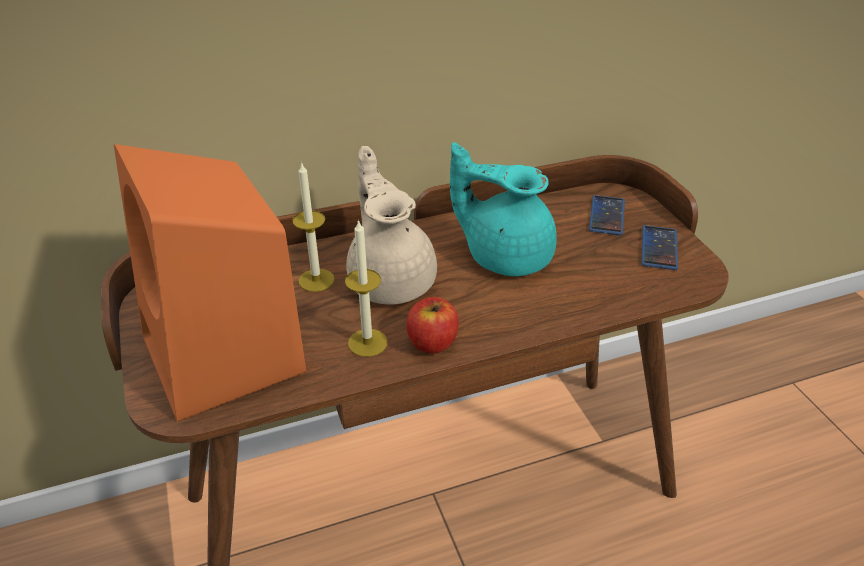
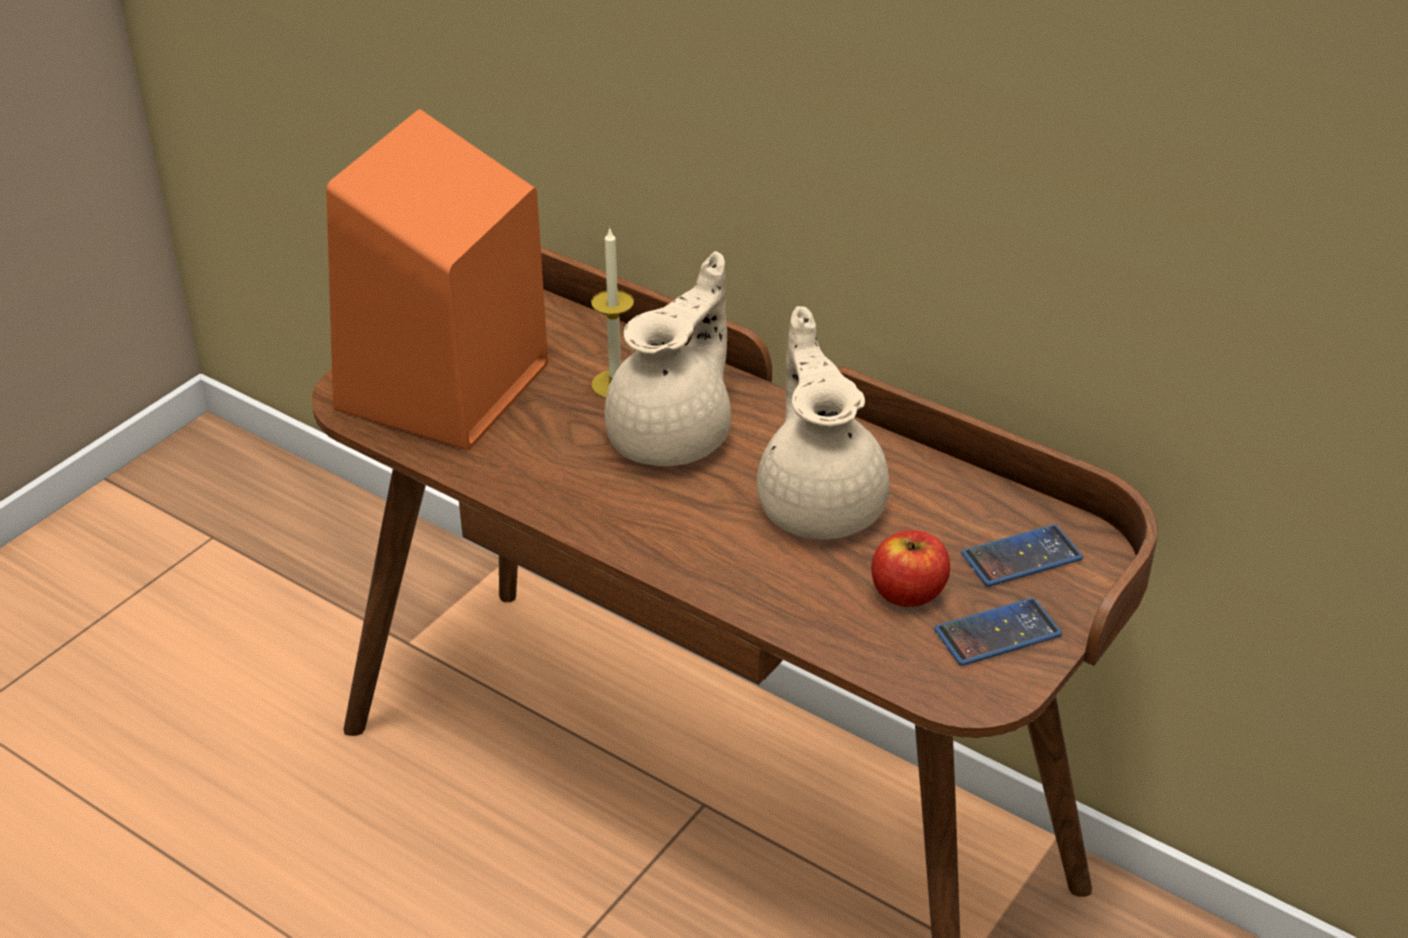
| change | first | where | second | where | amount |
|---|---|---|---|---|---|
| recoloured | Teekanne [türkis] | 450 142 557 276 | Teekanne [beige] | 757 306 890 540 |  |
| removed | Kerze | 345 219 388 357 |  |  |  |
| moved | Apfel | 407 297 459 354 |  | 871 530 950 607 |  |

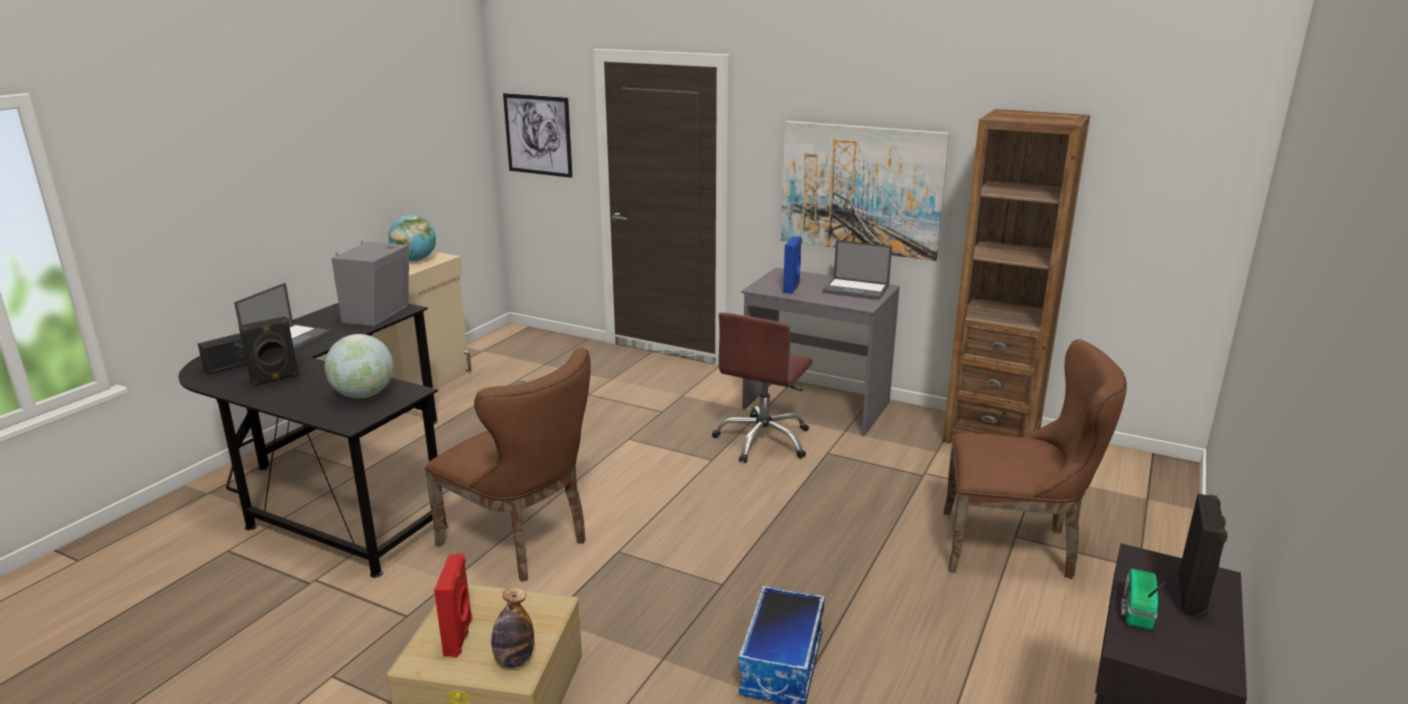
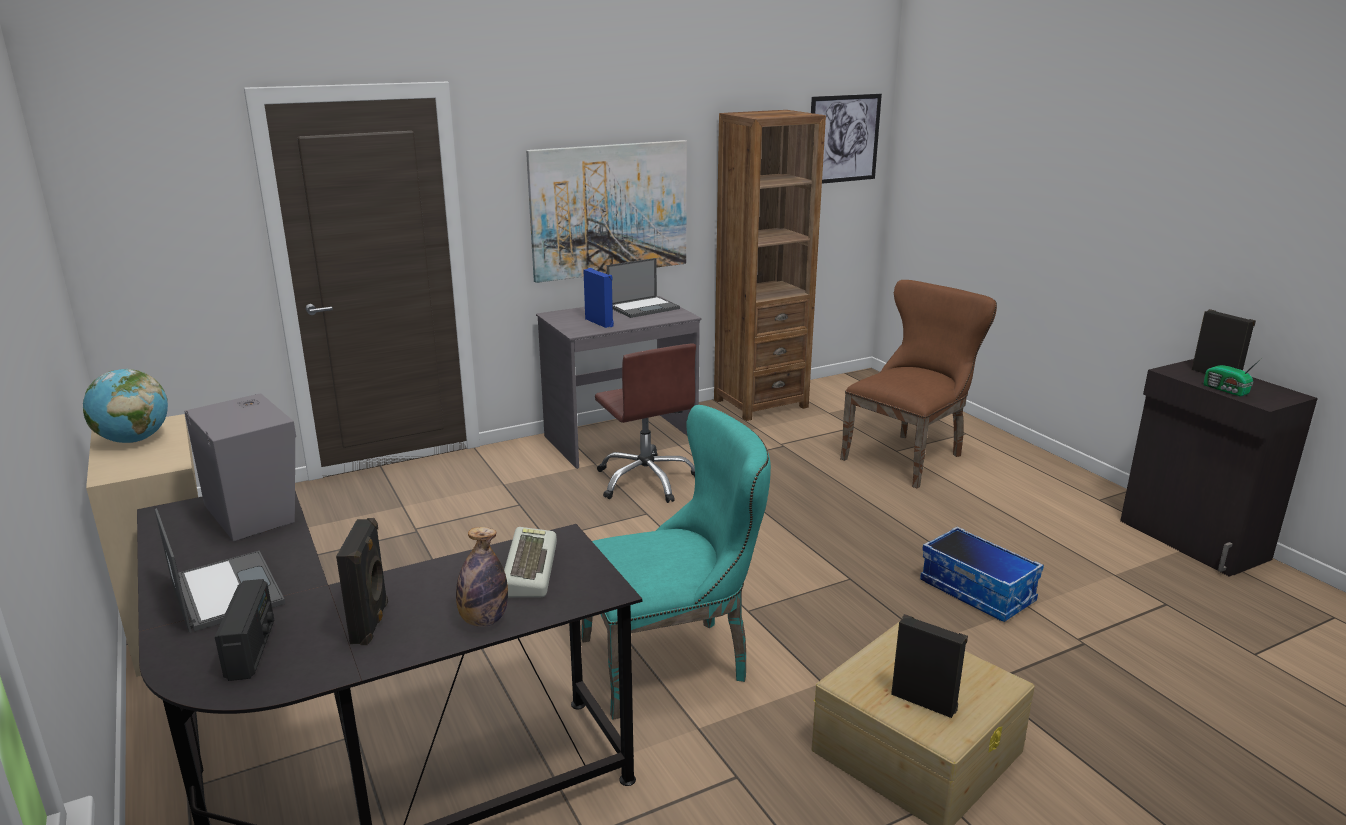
| change | first | where | second | where | amount |
|---|---|---|---|---|---|
| moved | Bild | 503 93 573 178 |  | 811 94 882 184 |  |
| replaced | Globus | 325 334 393 398 | Tastatur | 504 527 557 598 |  |
| recoloured | Stuhl [braun] | 425 347 591 582 | Stuhl [türkis] | 581 405 771 720 |  |
| recoloured | Lautsprecher [rot] | 434 554 472 658 | Lautsprecher [schwarz] | 891 614 968 718 |  |
| moved | Flasche | 491 587 534 668 |  | 456 527 508 627 |  |

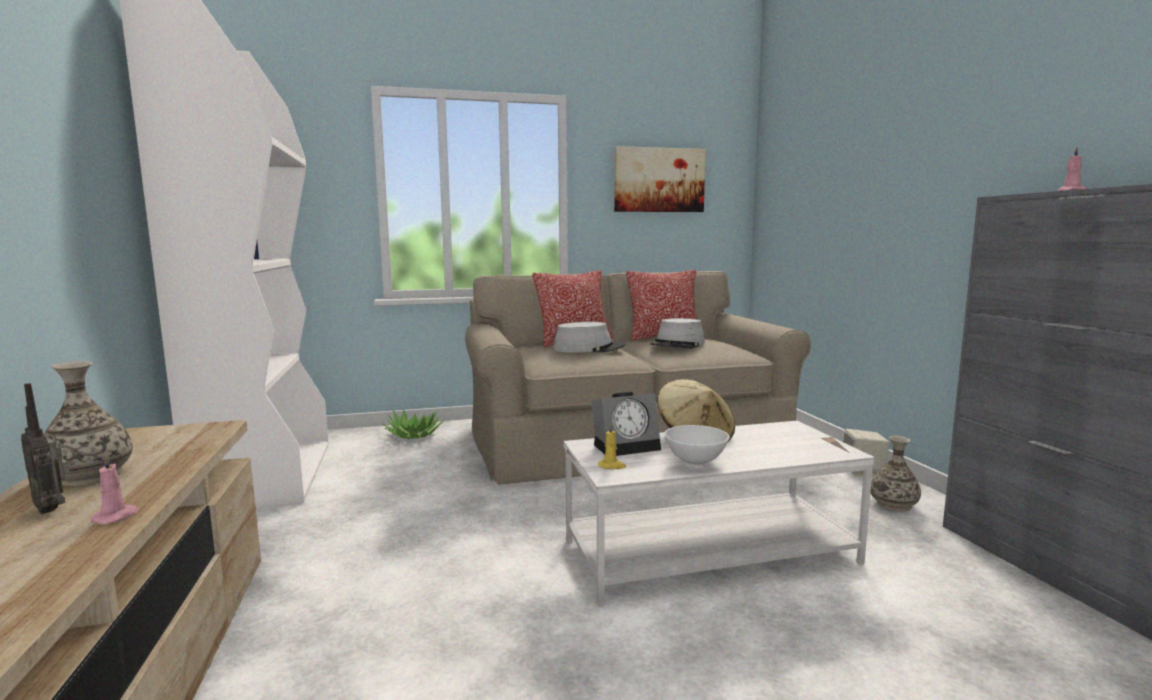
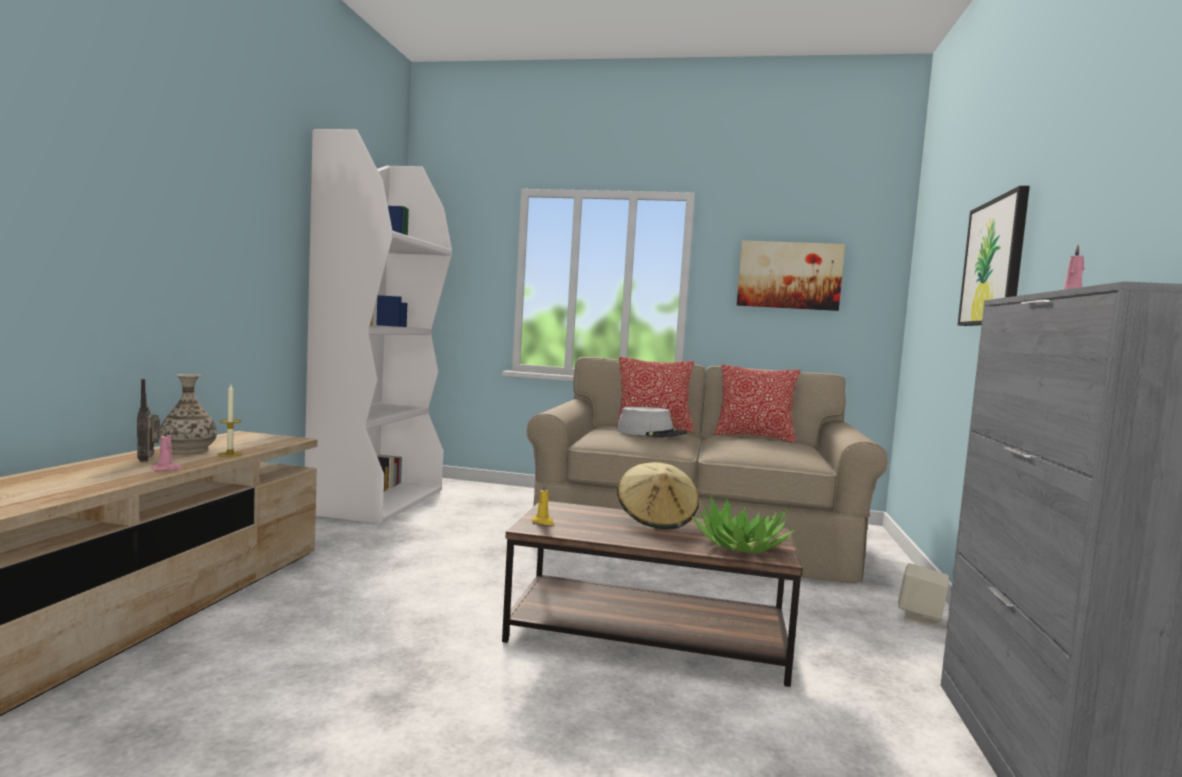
| change | first | where | second | where | amount |
|---|---|---|---|---|---|
| removed | Hut [grau] | 650 318 705 349 |  |  |  |
| removed | Wecker | 592 392 661 456 |  |  |  |
| moved | Topfpflanze | 383 409 444 439 |  | 691 495 795 553 |  |
| recoloured | Couchtisch [weiß] | 564 421 875 606 | Couchtisch [braun] | 502 501 803 687 |  |
| removed | Schüssel [weiß] | 664 425 729 467 |  |  |  |
| removed | Vase | 870 436 921 512 |  |  |  |
| added |  |  | Bild | 957 186 1030 326 |  |
| added |  |  | Kerze | 217 385 242 457 |  |

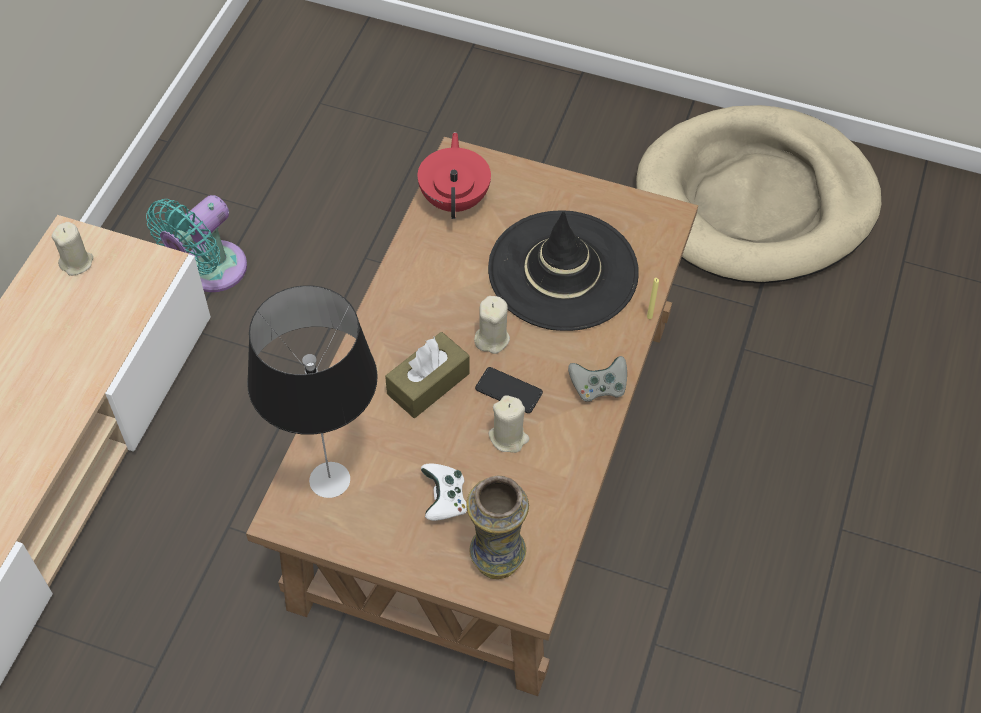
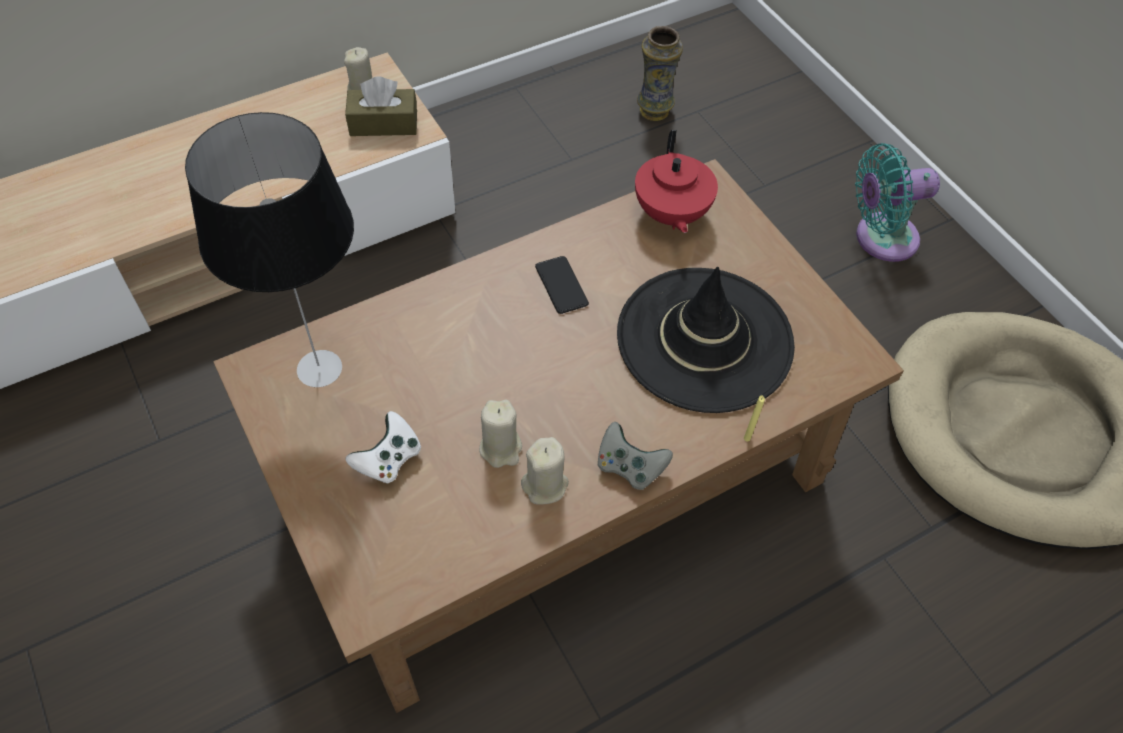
| change | first | where | second | where | amount |
|---|---|---|---|---|---|
| turned | Teekanne [rot] | 418 132 491 219 |  | 635 130 718 233 | 135 degrees clockwise |
| moved | Ventilator [türkis] | 146 195 247 292 |  | 855 143 940 262 |  |
| moved | Kerze [beige] | 474 296 510 354 |  | 521 437 569 504 |  |
| moved | Taschentuchbox [braun] | 385 332 469 418 |  | 345 76 417 136 |  |
| moved | Handy | 475 367 543 413 |  | 535 256 589 314 |  |
| moved | Vase | 466 476 529 579 |  | 637 26 683 121 |  |

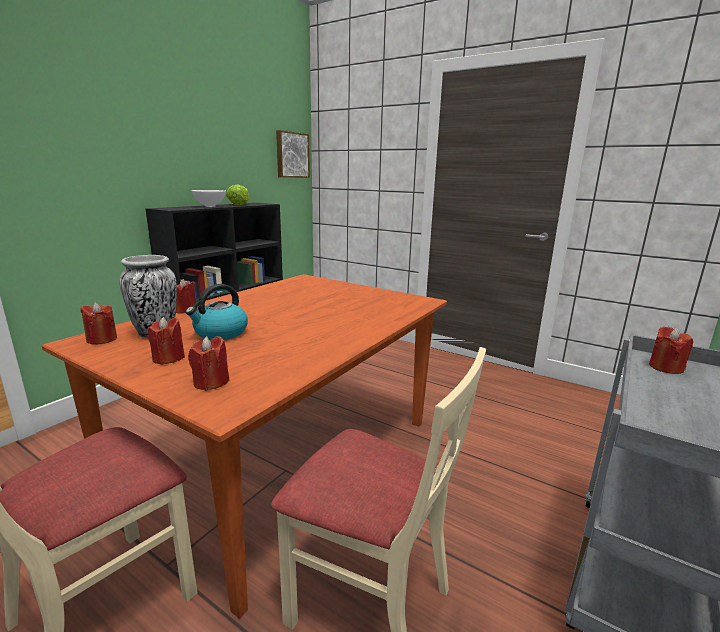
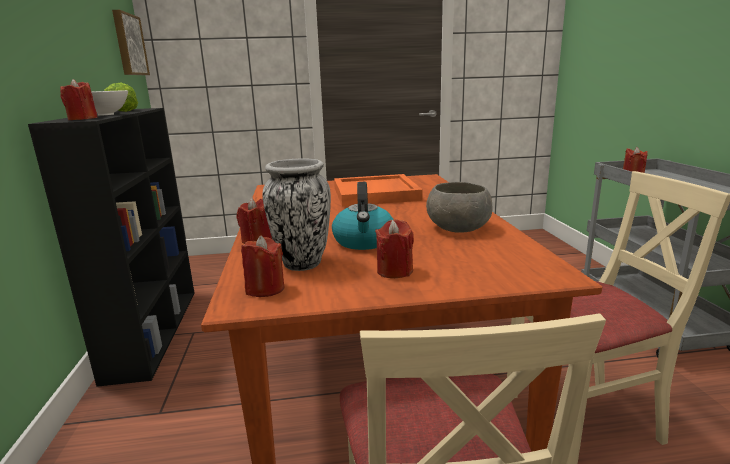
| change | first | where | second | where | amount |
|---|---|---|---|---|---|
| moved | Kerze [rot] | 188 336 230 391 |  | 60 79 97 120 |  |
| added |  |  | Tablett [orange] | 334 174 423 206 |  |
| added |  |  | Schüssel [grau] | 426 182 493 233 |  |

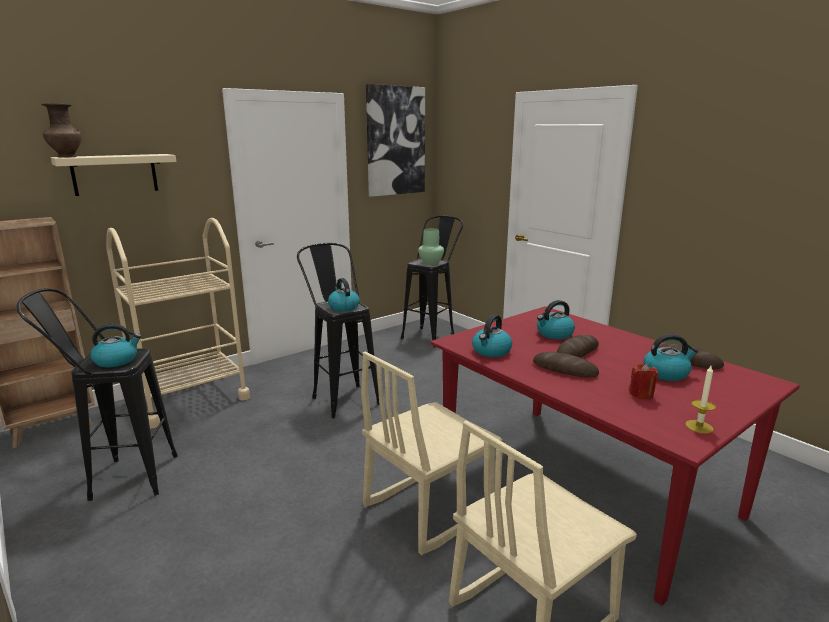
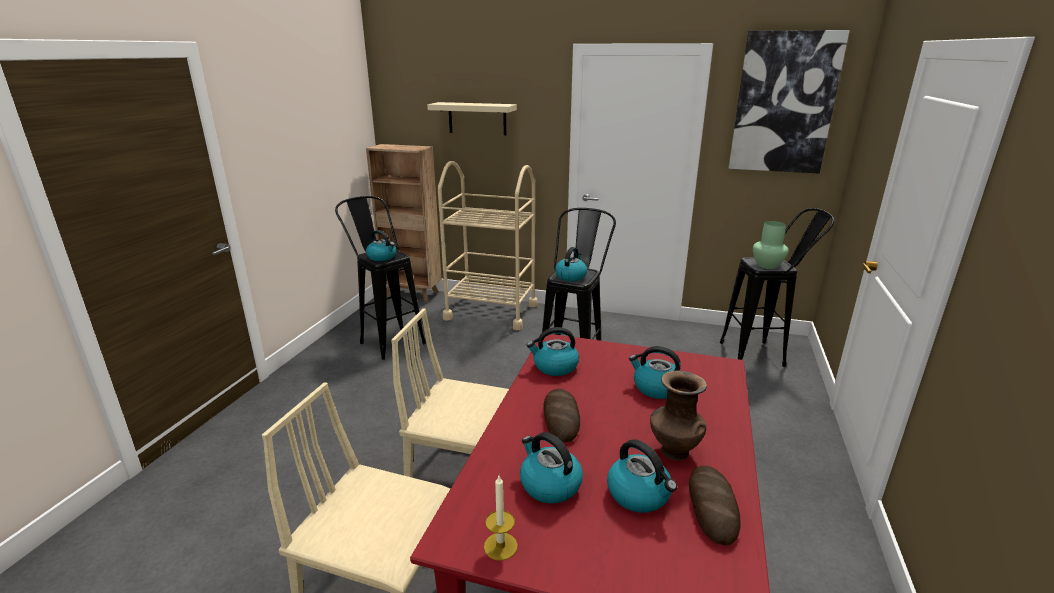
| change | first | where | second | where | amount |
|---|---|---|---|---|---|
| moved | Vase [braun] | 41 103 82 157 |  | 650 370 707 461 |  |
| removed | Brot | 557 335 599 357 |  |  |  |
| replaced | Kerze [rot] | 629 364 659 400 | Wasserkessel | 520 432 583 504 |  |

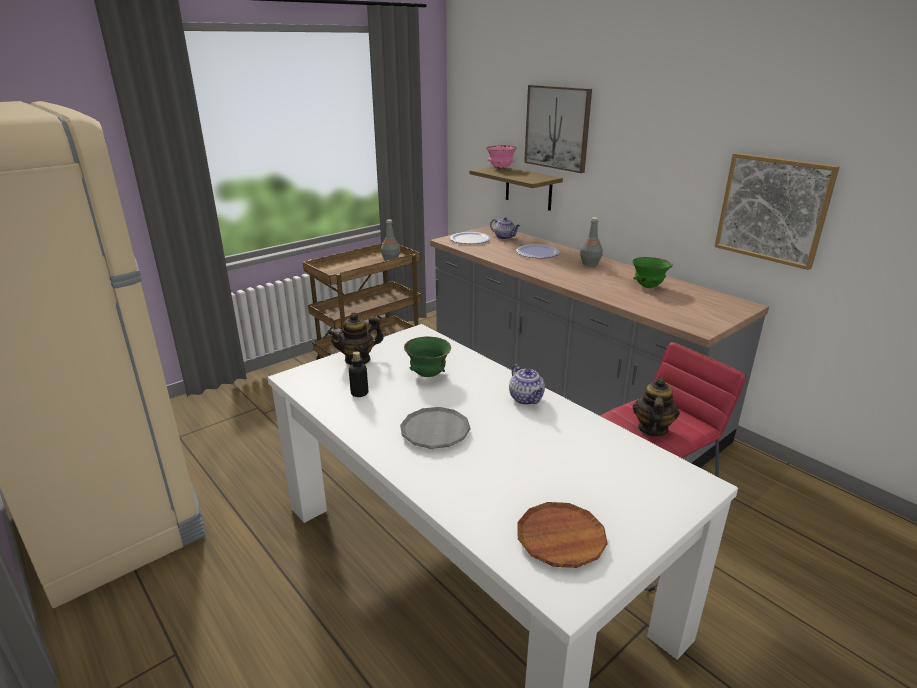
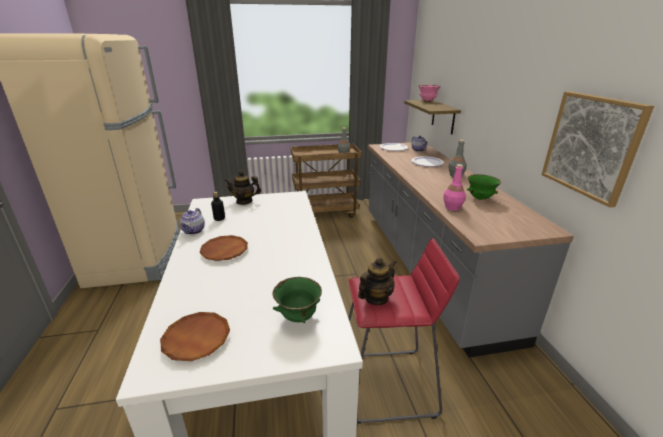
| change | first | where | second | where | amount |
|---|---|---|---|---|---|
| removed | Bild | 524 85 592 173 |  |  |  |
| moved | Schüssel [grün] | 404 336 451 377 |  | 273 277 322 323 |  |
| moved | Teekanne | 509 365 545 405 |  | 180 208 205 235 |  |
| recoloured | Teller [grau] | 400 407 471 449 | Teller [braun] | 200 235 248 261 |  |
| added |  |  | Flasche [rosa] | 443 164 466 211 |  |

